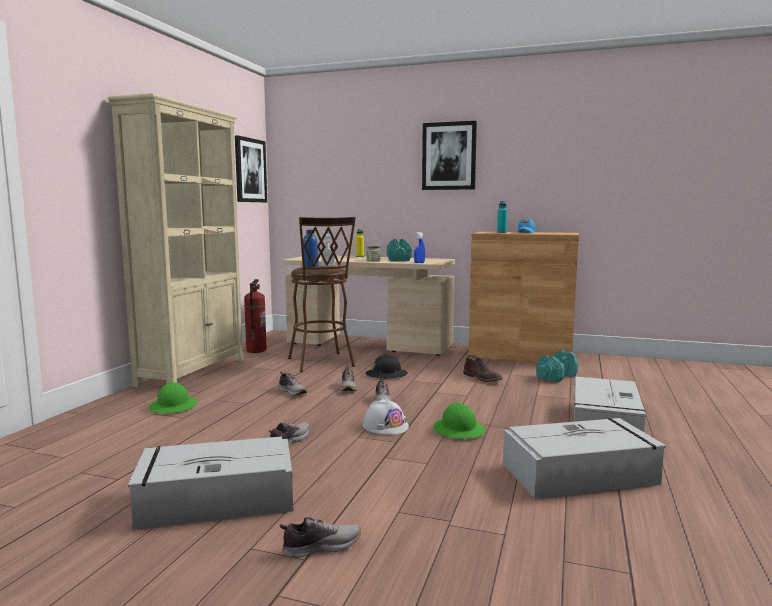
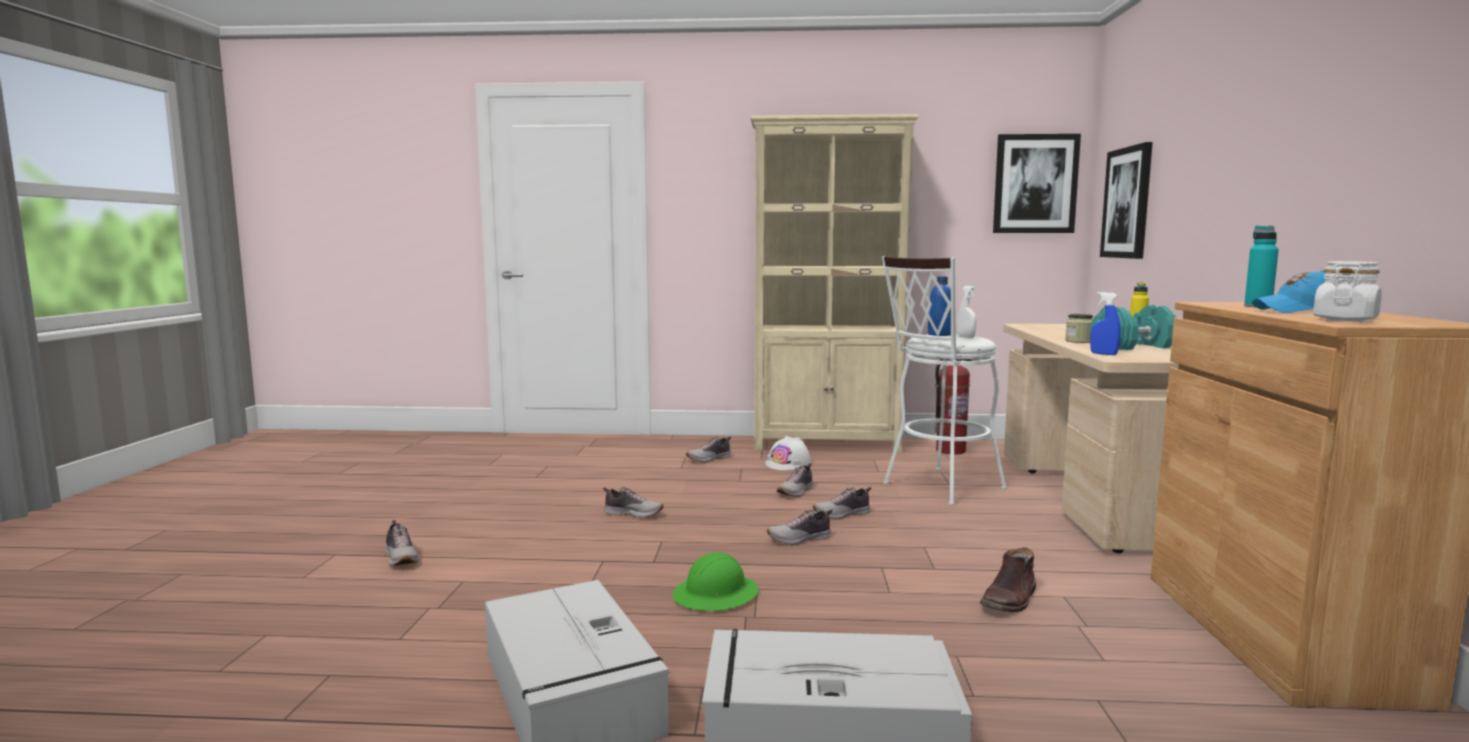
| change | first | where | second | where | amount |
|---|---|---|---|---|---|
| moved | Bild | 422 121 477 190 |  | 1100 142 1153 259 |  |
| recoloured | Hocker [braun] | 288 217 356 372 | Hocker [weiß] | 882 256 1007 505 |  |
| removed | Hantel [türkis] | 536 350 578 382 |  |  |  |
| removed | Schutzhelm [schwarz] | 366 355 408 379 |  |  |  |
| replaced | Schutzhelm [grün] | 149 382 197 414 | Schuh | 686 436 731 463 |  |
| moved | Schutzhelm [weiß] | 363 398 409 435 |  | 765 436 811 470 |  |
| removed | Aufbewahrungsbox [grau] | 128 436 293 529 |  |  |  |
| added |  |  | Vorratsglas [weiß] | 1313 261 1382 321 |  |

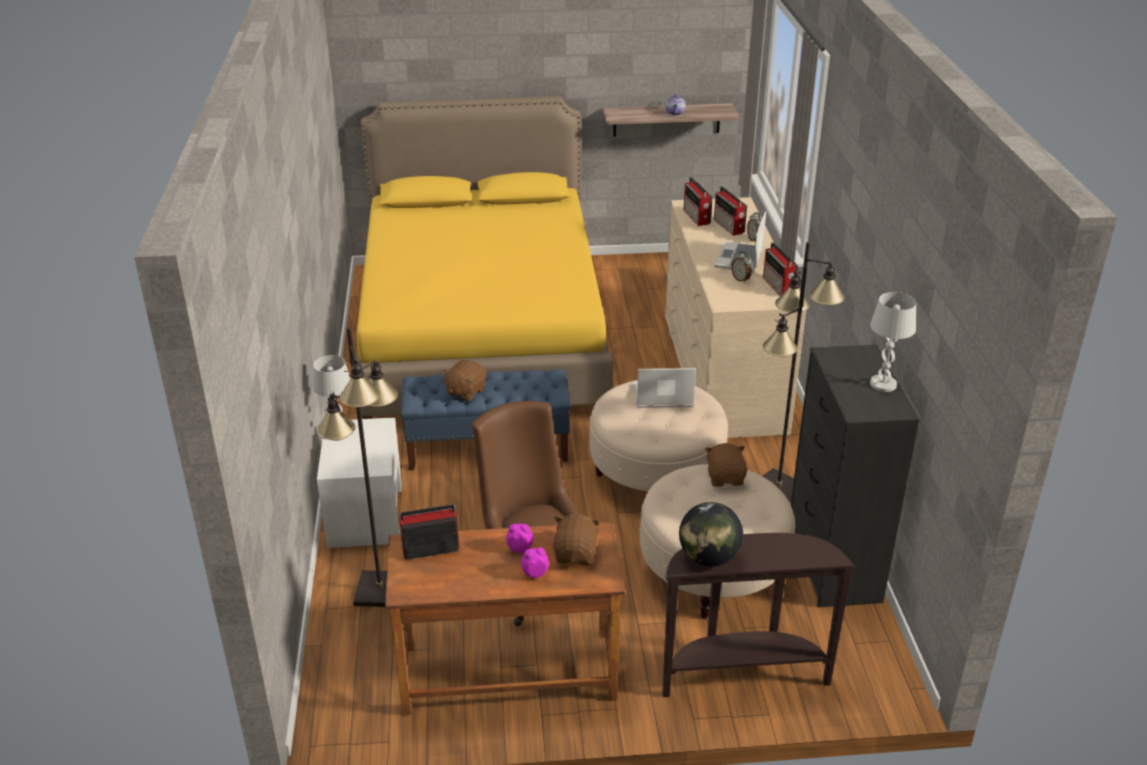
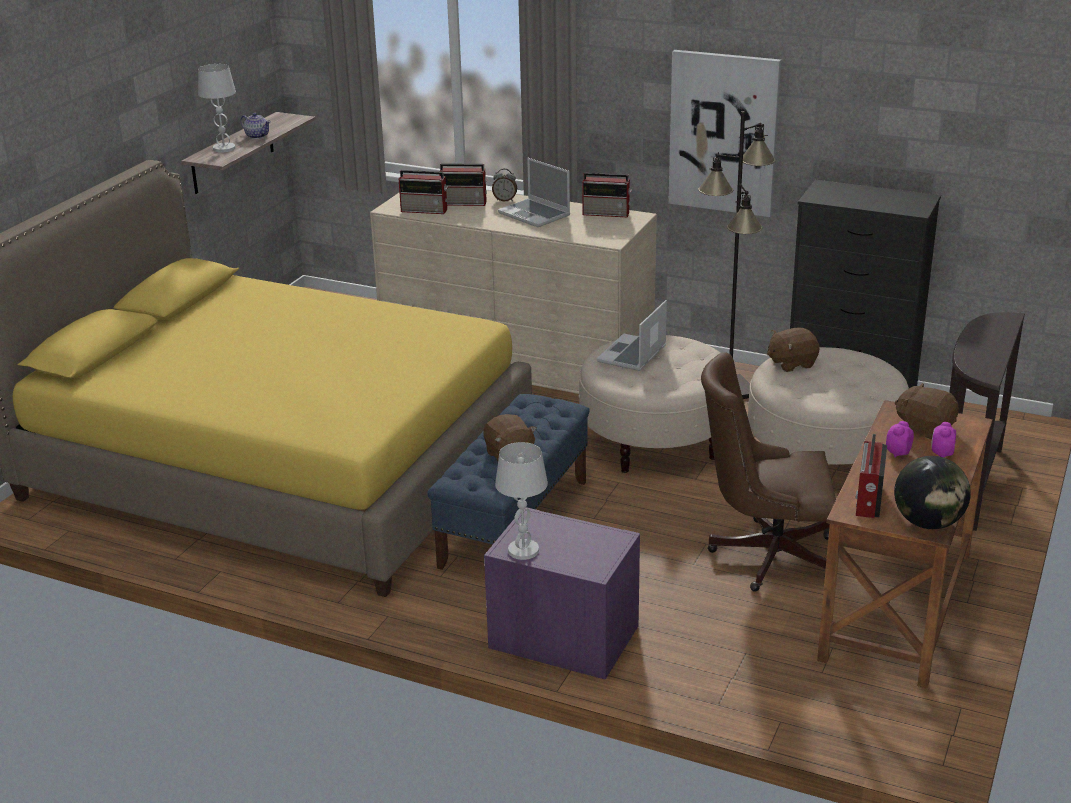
| change | first | where | second | where | amount |
|---|---|---|---|---|---|
| removed | Wecker | 732 251 752 283 |  |  |  |
| moved | Tischlampe [weiß] | 870 292 916 392 |  | 198 64 236 152 |  |
| removed | Stehlampe [schwarz] | 317 327 398 607 |  |  |  |
| recoloured | Nachttisch [weiß] | 317 418 402 548 | Nachttisch [lila] | 484 507 640 680 |  |
| turned | Plüschtier [braun] | 705 443 747 487 |  | 767 327 820 372 | 45 degrees counterclockwise |
| moved | Globus | 679 502 743 567 |  | 894 456 971 529 |  |
| added |  |  | Bild | 668 50 781 217 |  |

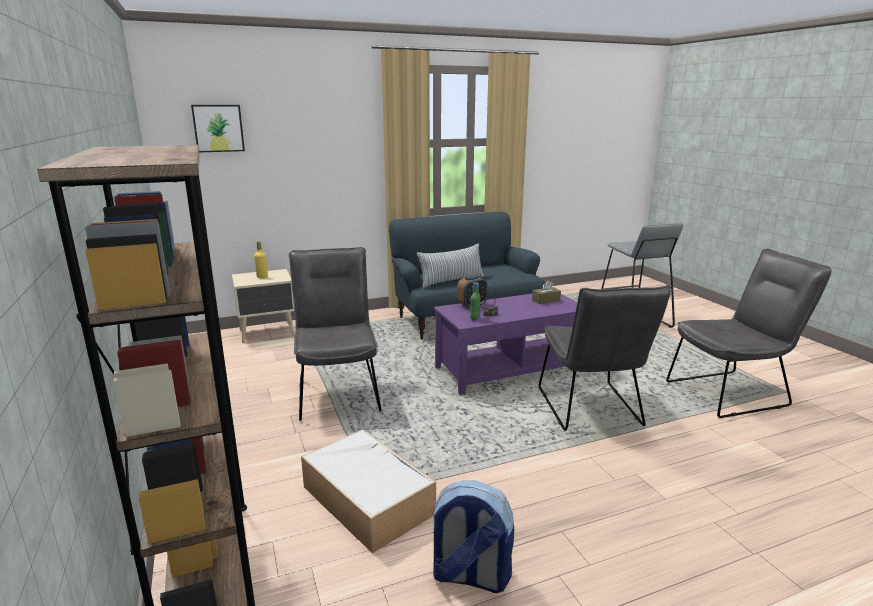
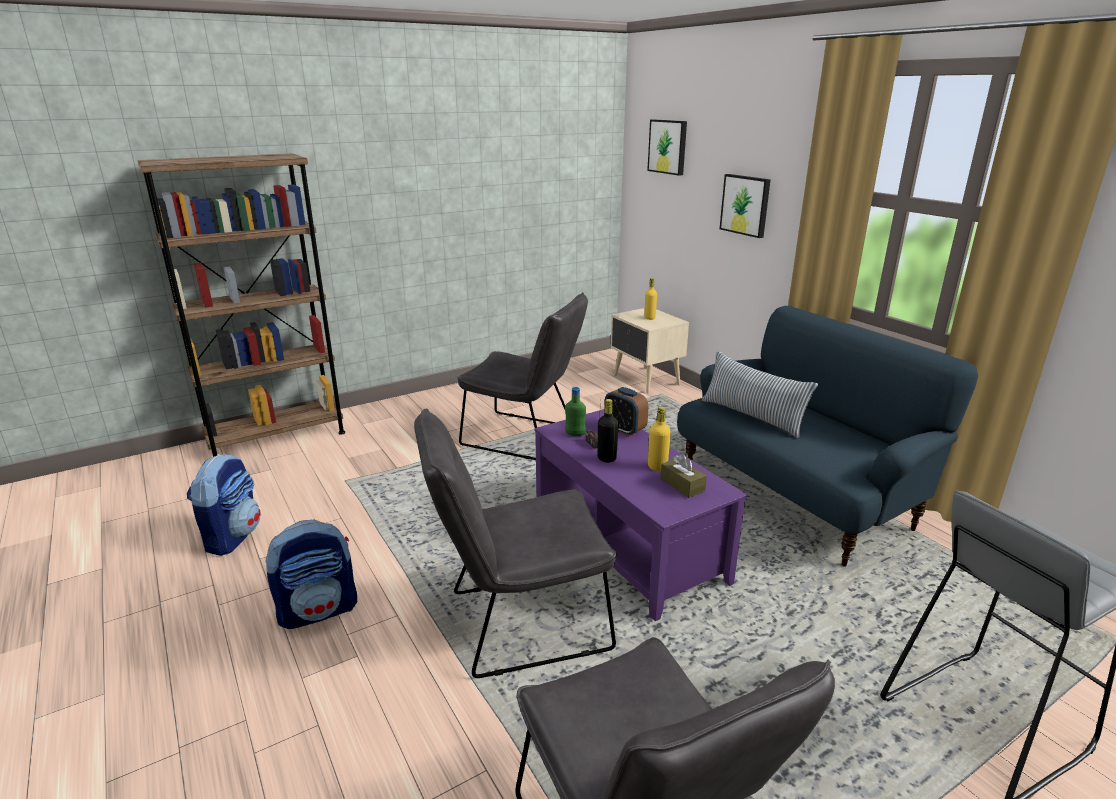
| change | first | where | second | where | amount |
|---|---|---|---|---|---|
| turned | Stuhl [grau] | 289 247 382 421 |  | 457 292 588 460 | 45 degrees clockwise |
| removed | Aufbewahrungsbox | 301 429 436 553 |  |  |  |
| added |  |  | Bild | 719 174 771 238 |  |
| added |  |  | Flasche [schwarz] | 598 399 619 462 |  |
| added |  |  | Flasche [gelb] | 648 406 671 471 |  |
| added |  |  | Rucksack | 265 519 357 629 |  |

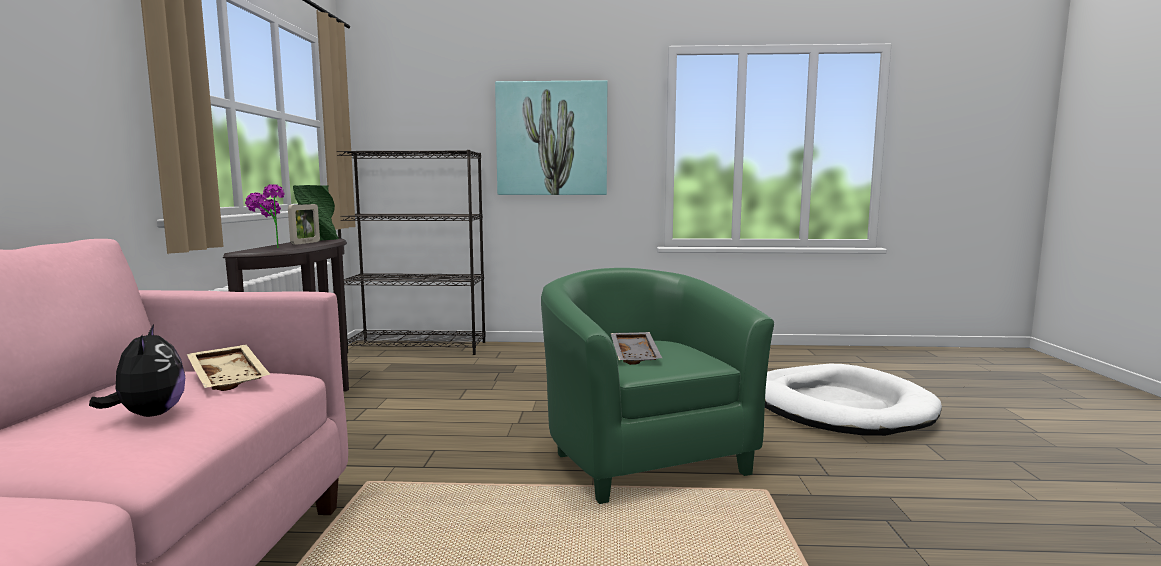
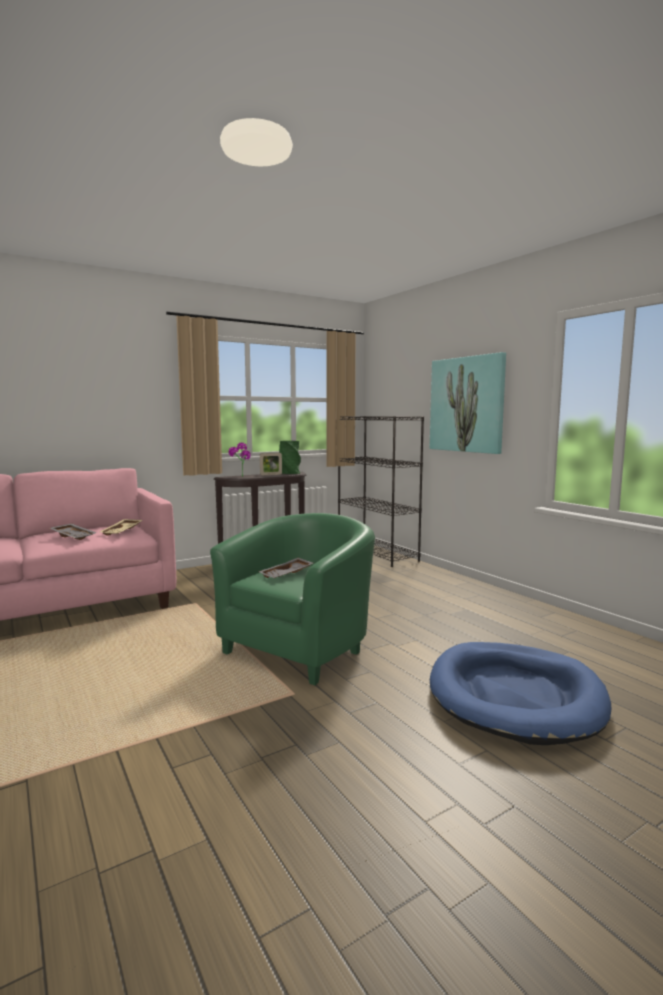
| change | first | where | second | where | amount |
|---|---|---|---|---|---|
| replaced | Plüschtier | 89 324 185 417 | Tablett [grau] | 50 523 97 540 |  |
| recoloured | Hundebett [weiß] | 765 364 942 436 | Hundebett [blau] | 430 642 612 745 |  |

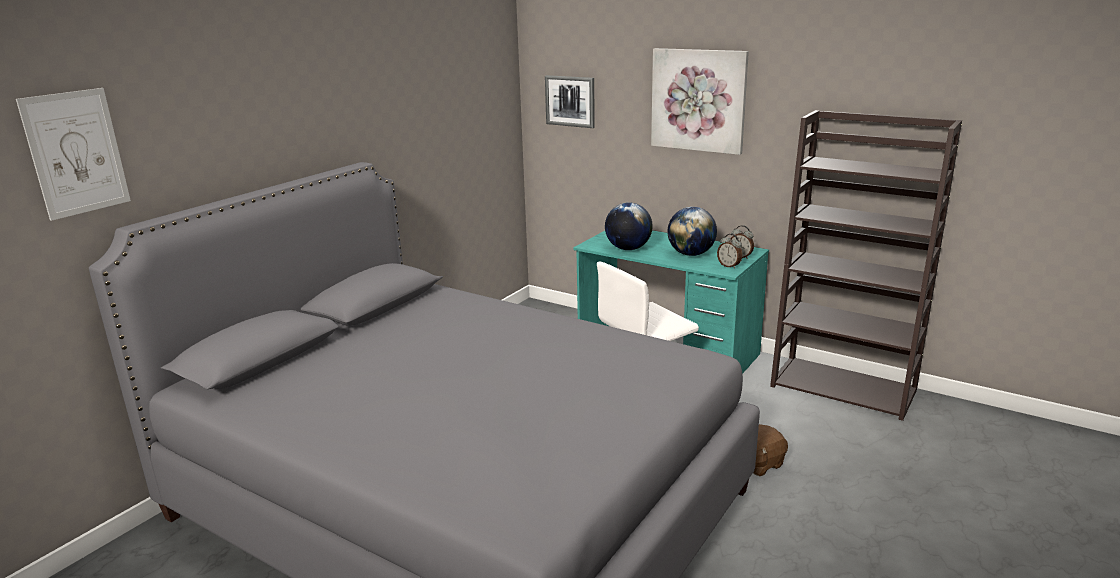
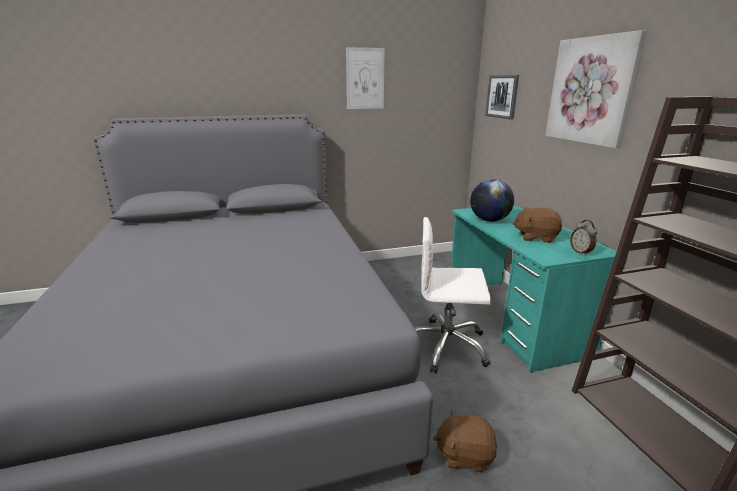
| change | first | where | second | where | amount |
|---|---|---|---|---|---|
| moved | Bild | 16 88 131 221 |  | 346 47 385 109 |  |
| replaced | Globus | 667 207 717 256 | Plüschtier [braun] | 512 207 562 243 |  |
| removed | Wecker | 717 234 742 269 |  |  |  |

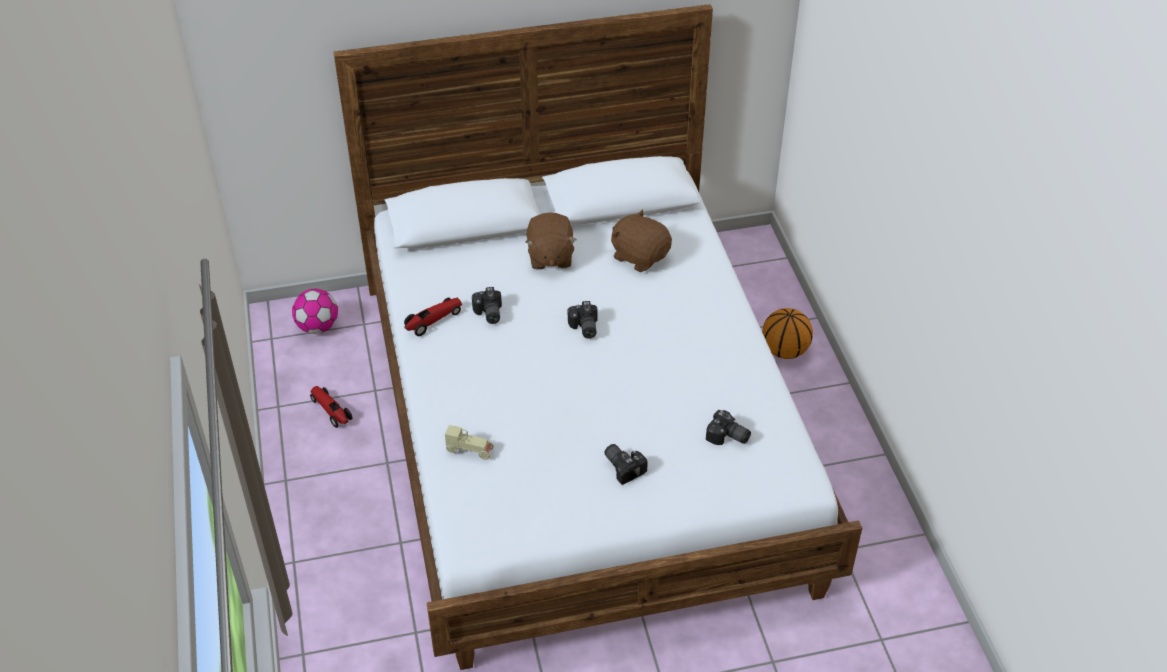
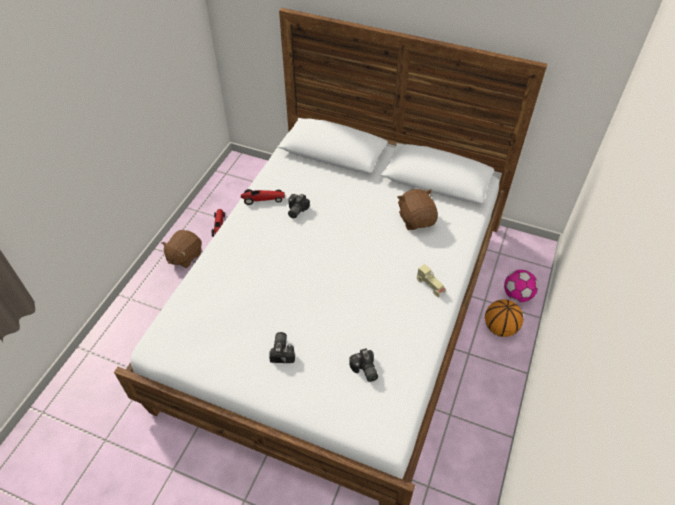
| change | first | where | second | where | amount |
|---|---|---|---|---|---|
| moved | Plüschtier [braun] | 525 213 577 269 |  | 161 230 202 268 |  |
| moved | Fußball | 292 289 338 334 |  | 504 270 538 302 |  |
| removed | Kamera | 568 301 598 339 |  |  |  |
| moved | Spielzeugauto [beige] | 445 425 494 460 |  | 417 264 446 297 |  |

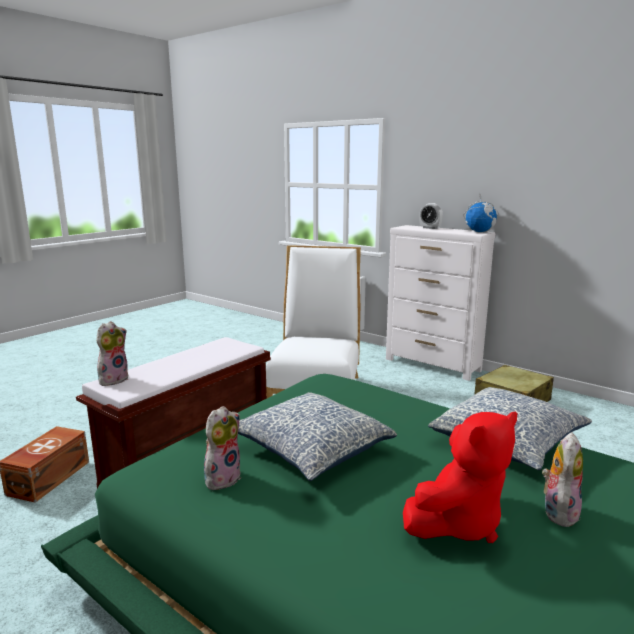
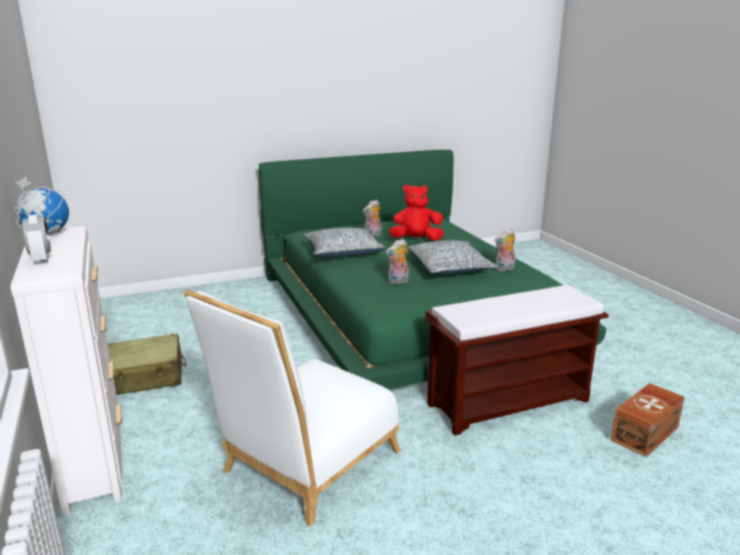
| change | first | where | second | where | amount |
|---|---|---|---|---|---|
| moved | Plüschtier | 97 321 128 386 |  | 386 239 409 284 |  |

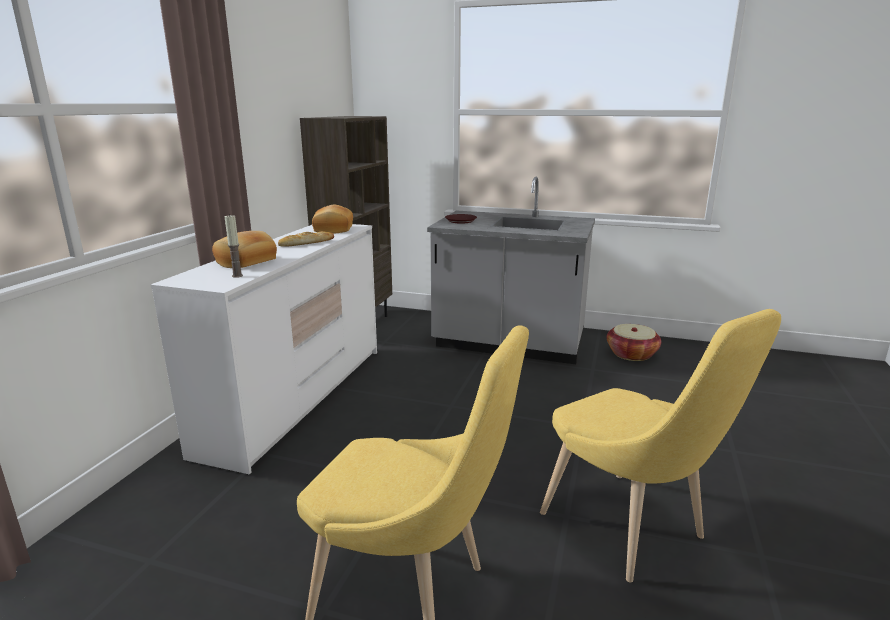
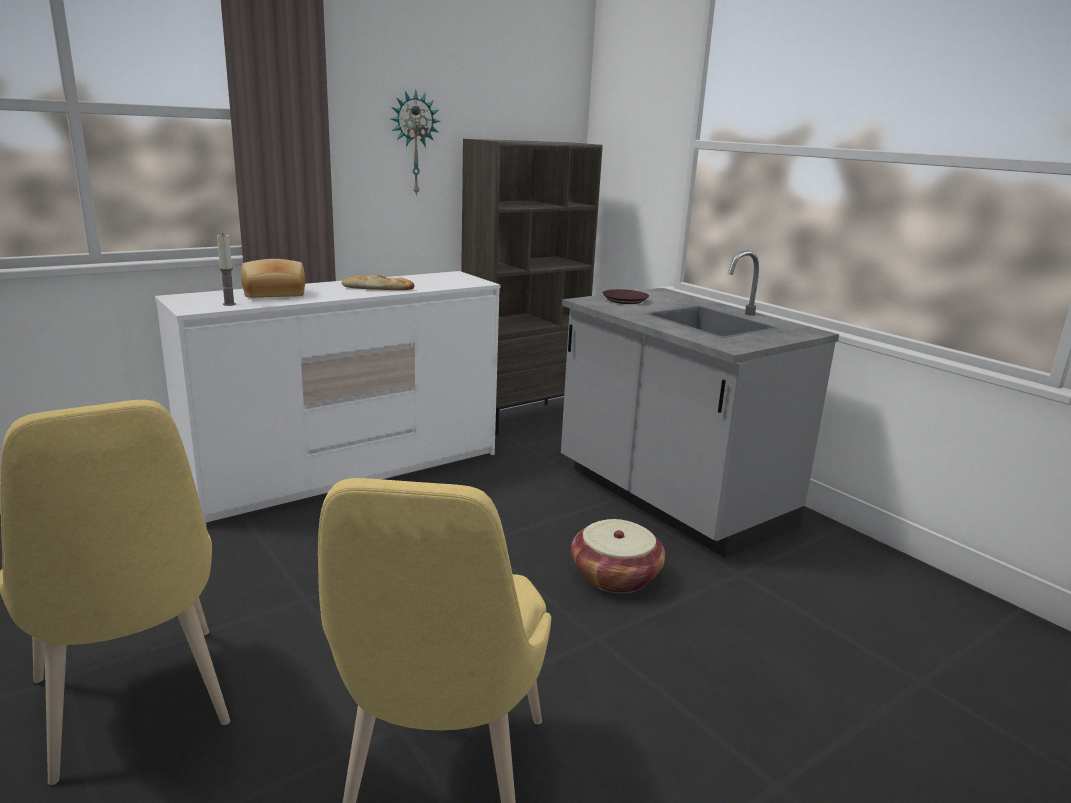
| change | first | where | second | where | amount |
|---|---|---|---|---|---|
| removed | Brot | 312 205 353 234 |  |  |  |
| moved | Korb | 607 324 661 361 |  | 571 519 665 593 |  |
| added |  |  | Wanduhr | 391 90 441 196 |  |

